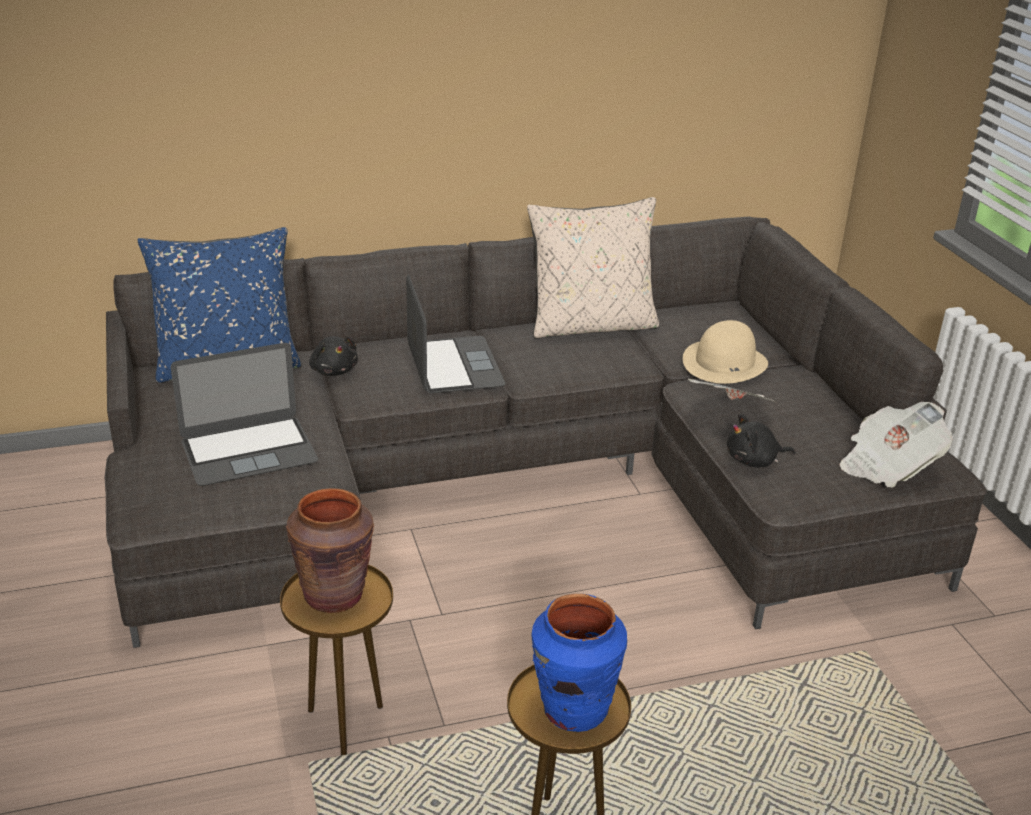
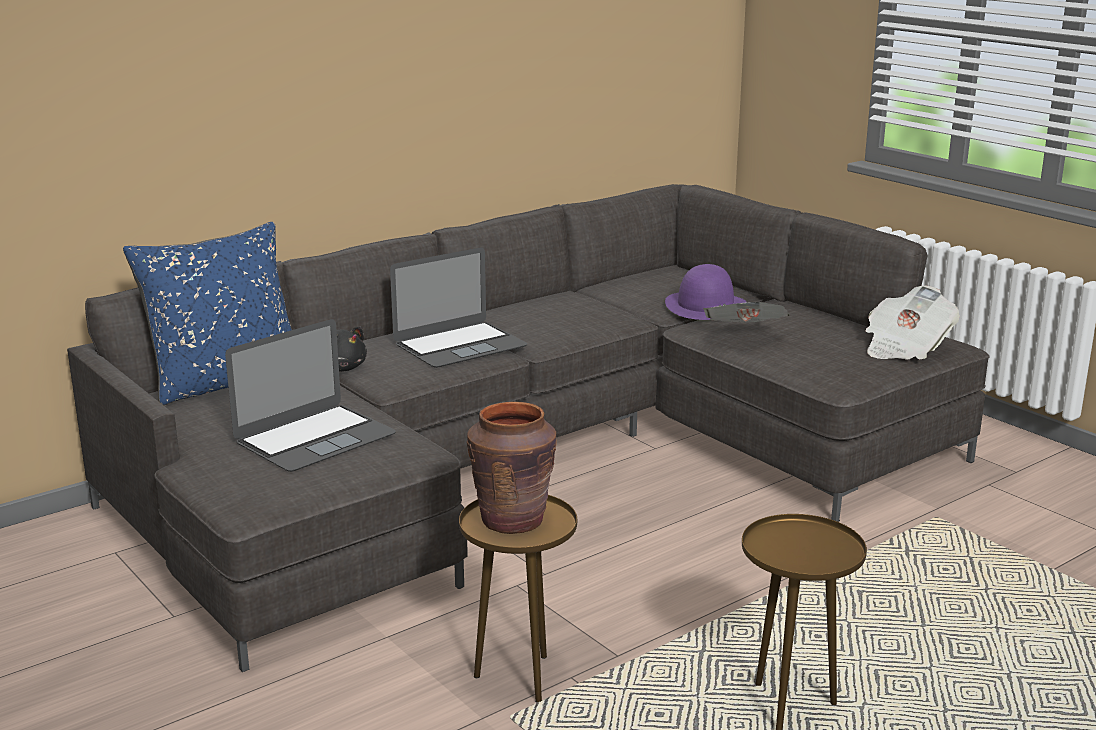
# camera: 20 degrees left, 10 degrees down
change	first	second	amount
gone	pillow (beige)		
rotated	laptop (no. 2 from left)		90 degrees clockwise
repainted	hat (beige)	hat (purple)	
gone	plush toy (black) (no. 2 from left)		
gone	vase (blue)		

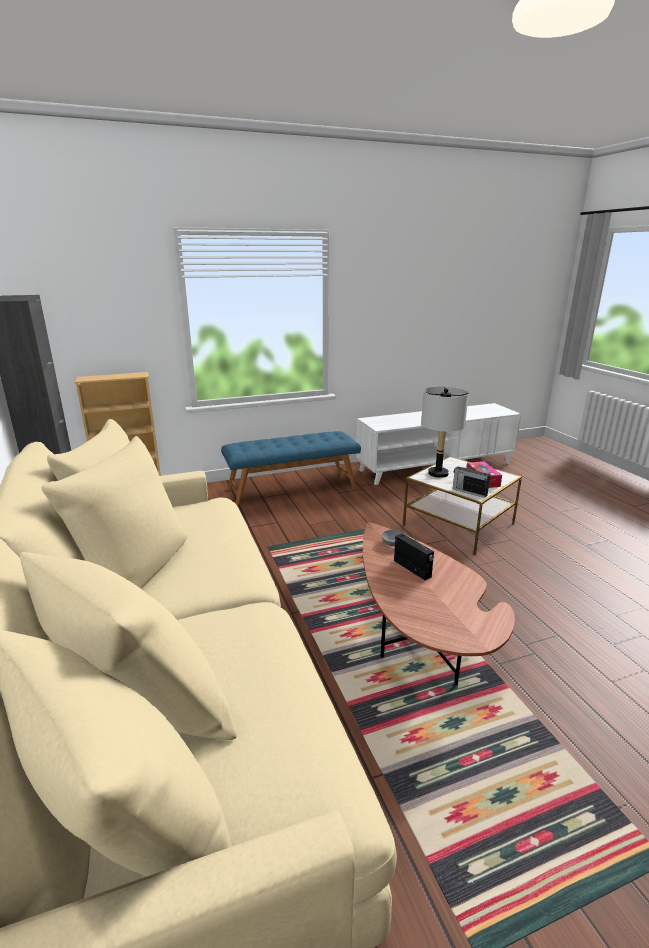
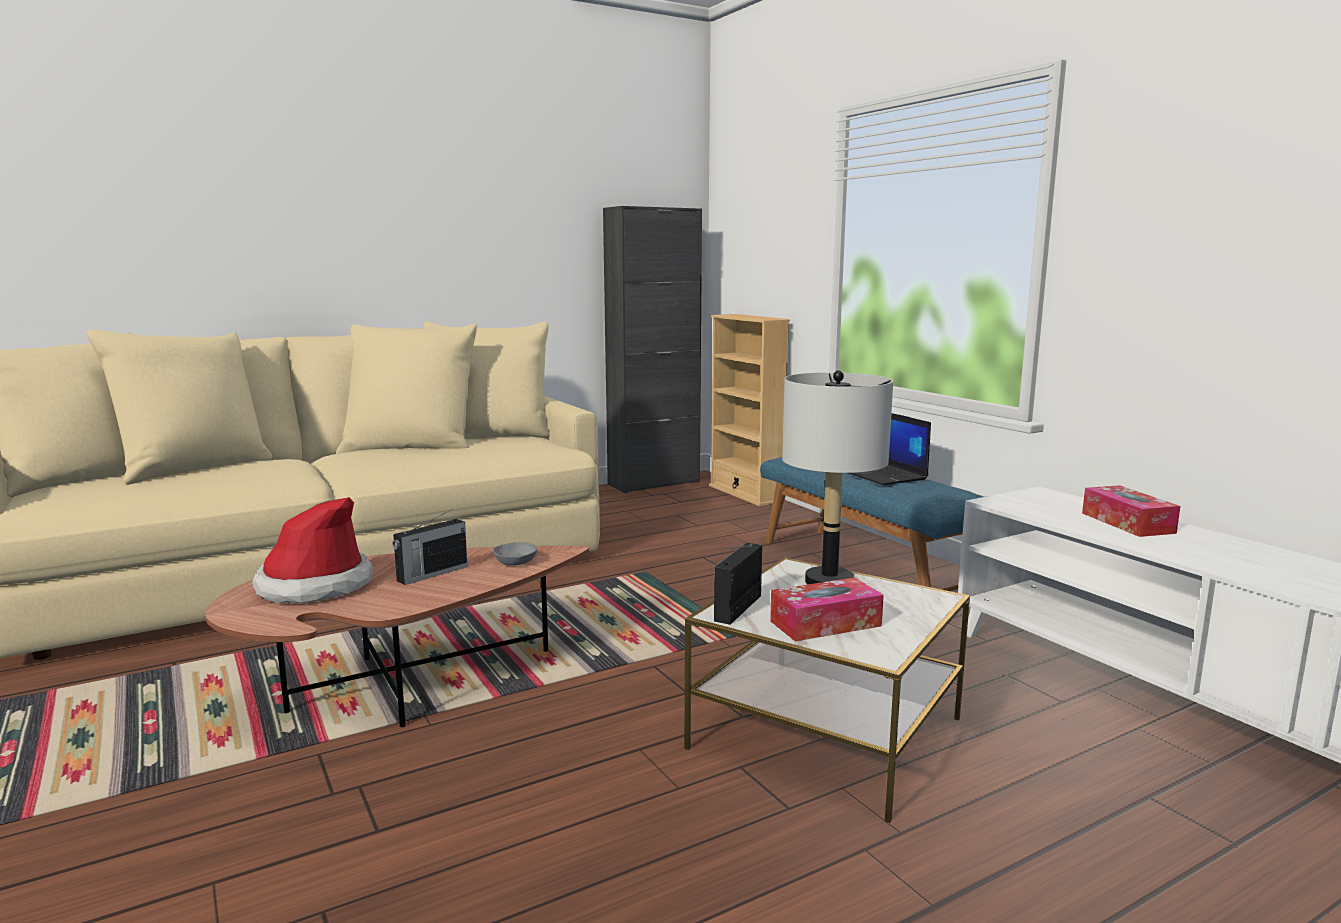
# camera: 80 degrees right, 10 degrees down
change	first	second	amount
new		laptop	
new		tissue box (no. 2 from left)	
new		hat	

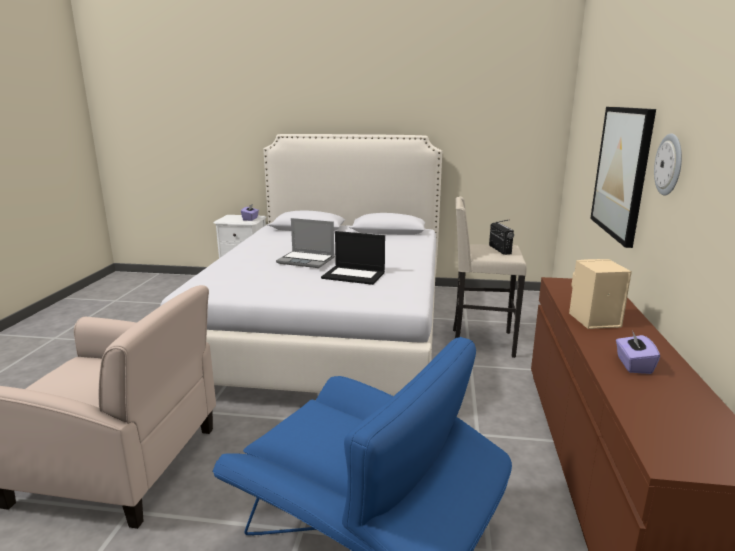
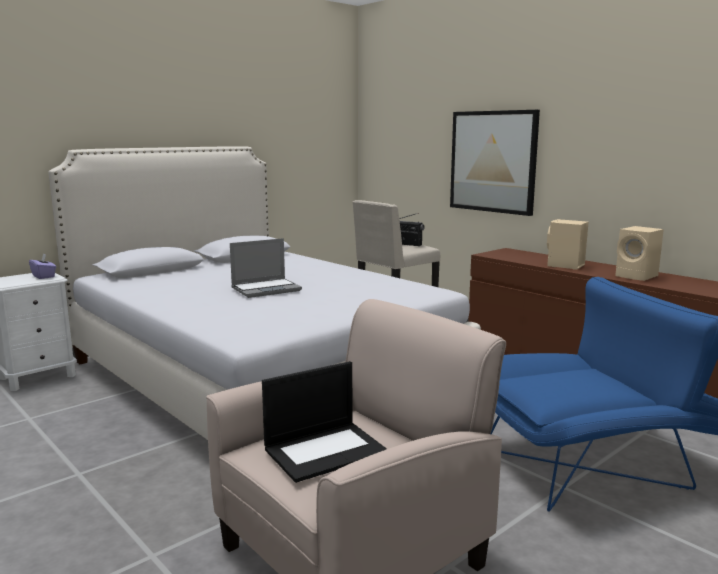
# camera: 50 degrees left, 5 degrees down
change	first	second	amount
gone	wall clock		
shifted	laptop (no. 2 from left)		
swapped	tissue box (purple) (no. 2 from left)	speaker (beige) (no. 2 from left)	

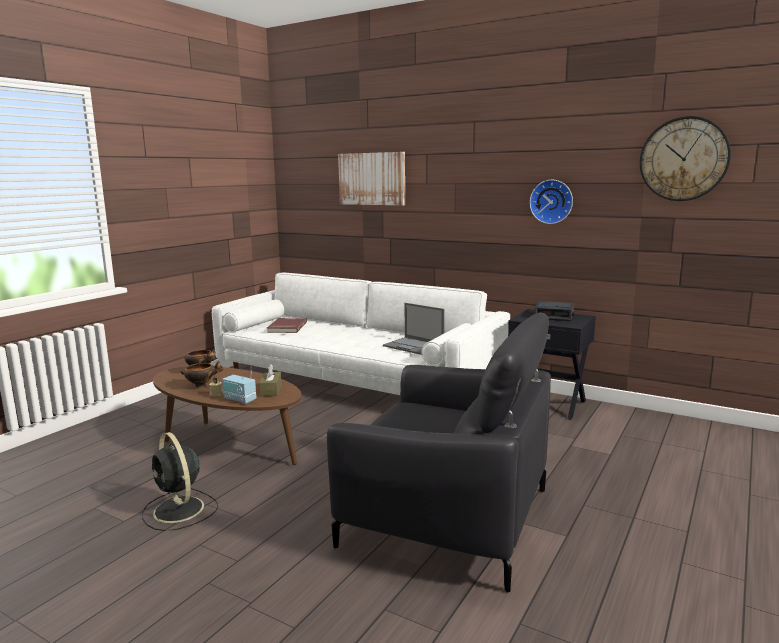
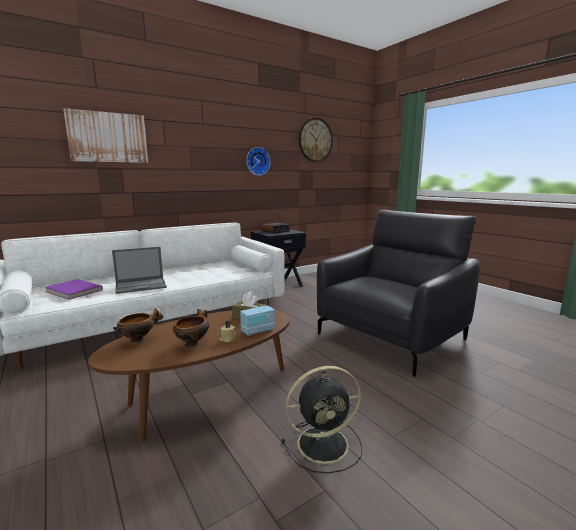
# camera: 65 degrees left, 0 degrees up
change	first	second	amount
shifted	laptop		
repainted	book (red)	book (purple)	

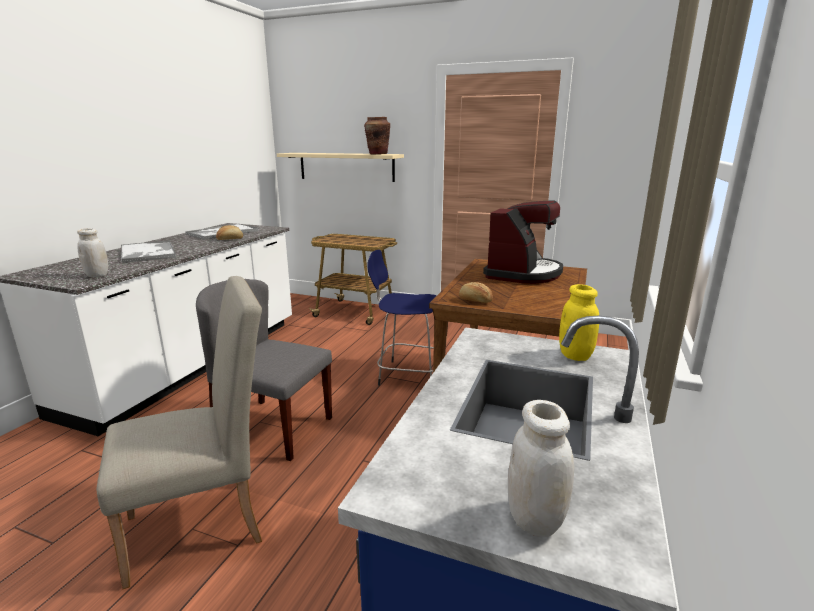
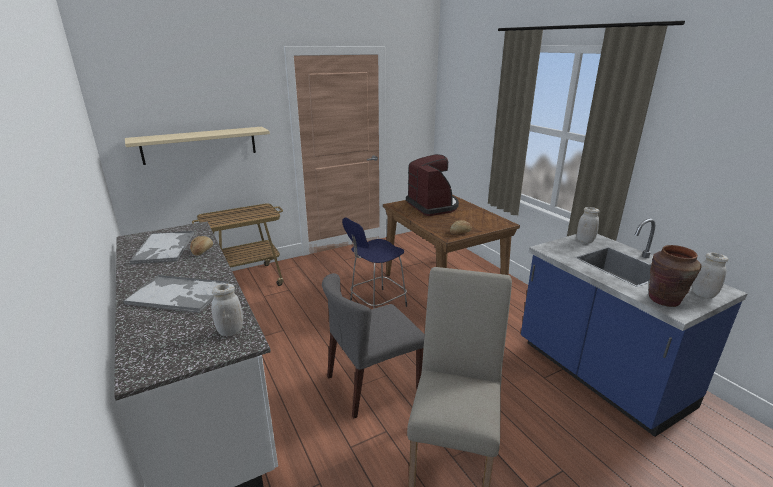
# camera: 50 degrees left, 5 degrees up
change	first	second	amount
shifted	vase (brown)		
repainted	jar (yellow)	jar (white) (no. 2 from left)	

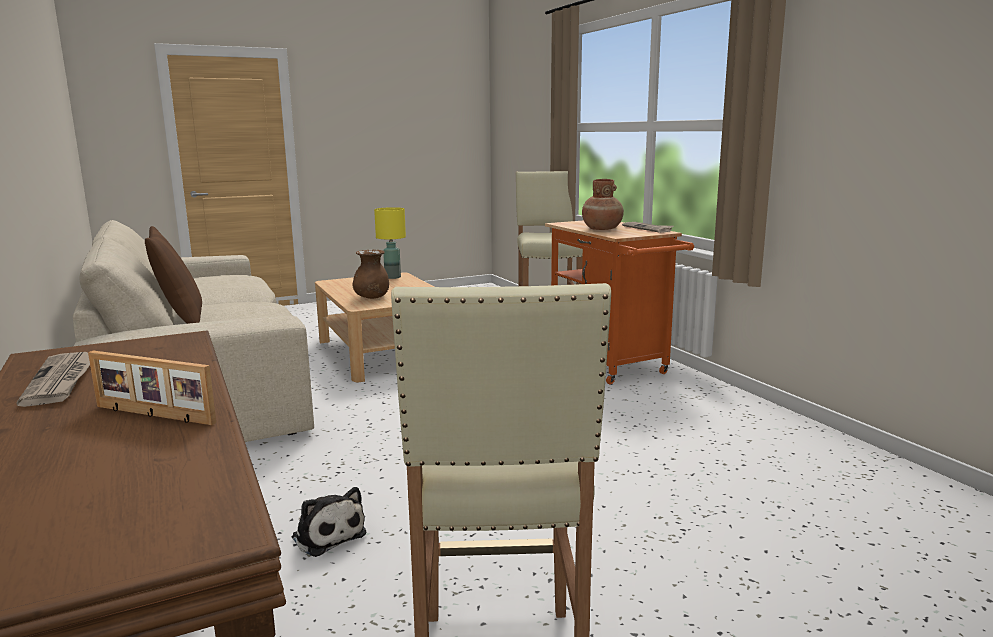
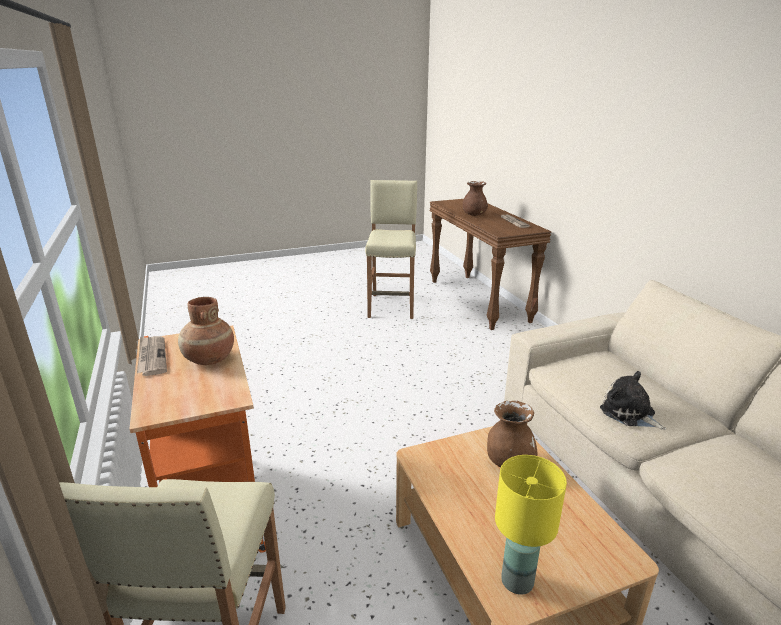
# camera: 175 degrees left, 10 degrees up
change	first	second	amount
gone	pillow (brown)		
swapped	picture frame	vase (brown) (no. 2 from left)	
shifted	plush toy		

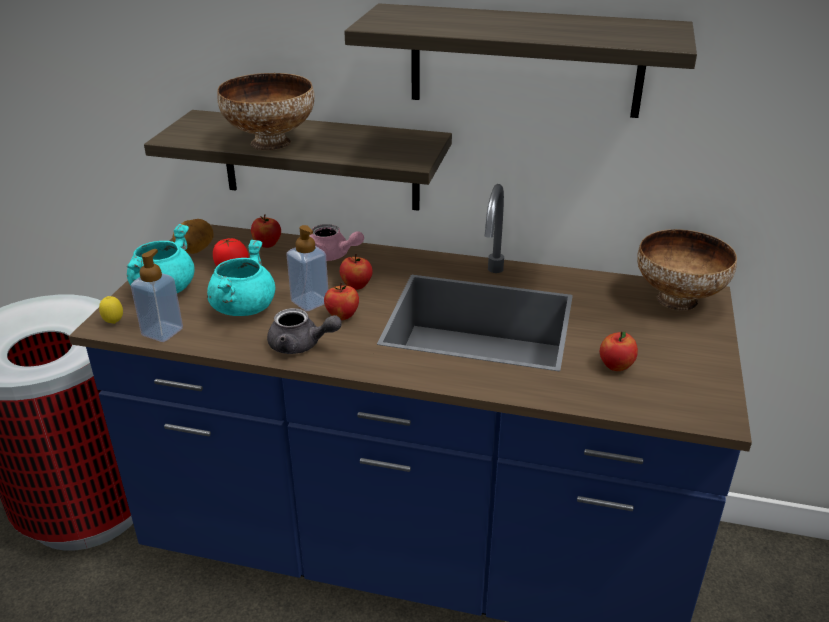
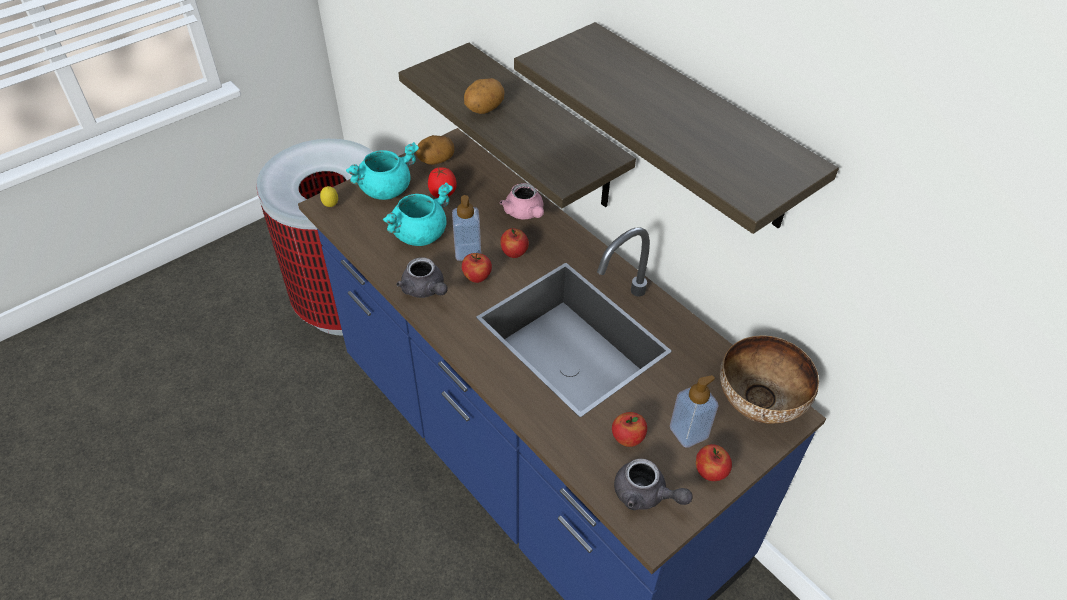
# camera: 35 degrees right, 15 degrees up
change	first	second	amount
swapped	bowl (no. 1 from left)	potato (no. 2 from left)	
shifted	apple (no. 1 from left in the first image)	apple (no. 4 from left)	
shifted	soap dispenser (no. 1 from left in the first image)	soap dispenser (no. 2 from left)	
new		teapot (grey) (no. 2 from left)	

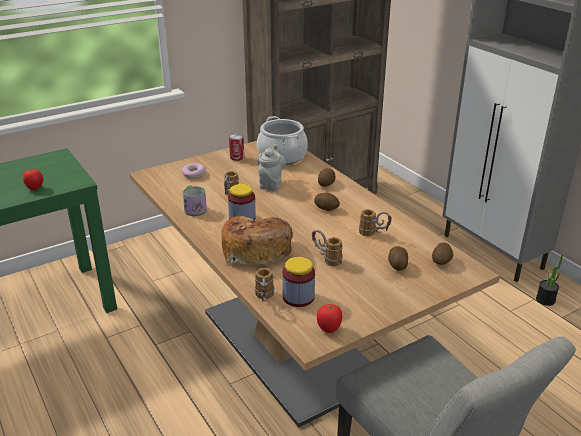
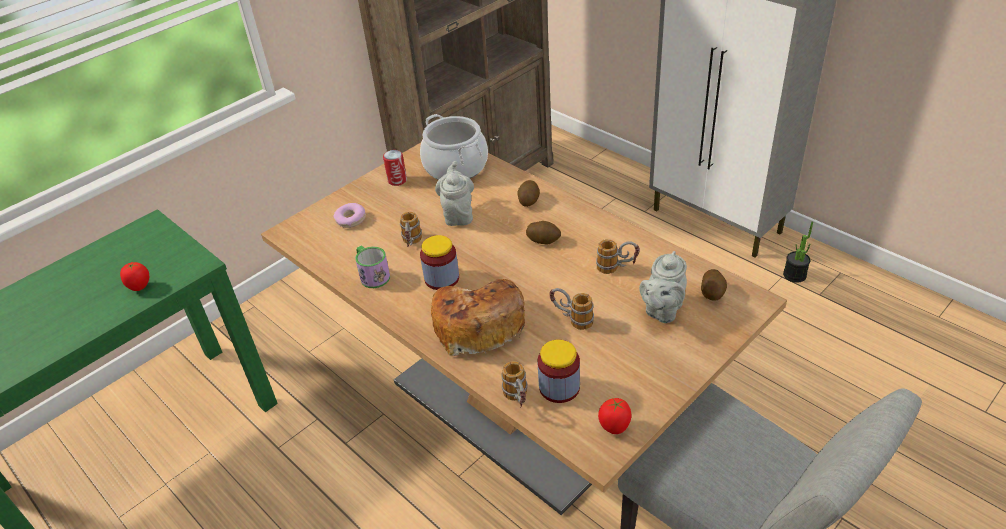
# camera: 10 degrees left, 10 degrees up
change	first	second	amount
swapped	potato (no. 3 from left)	teapot (grey) (no. 2 from left)	

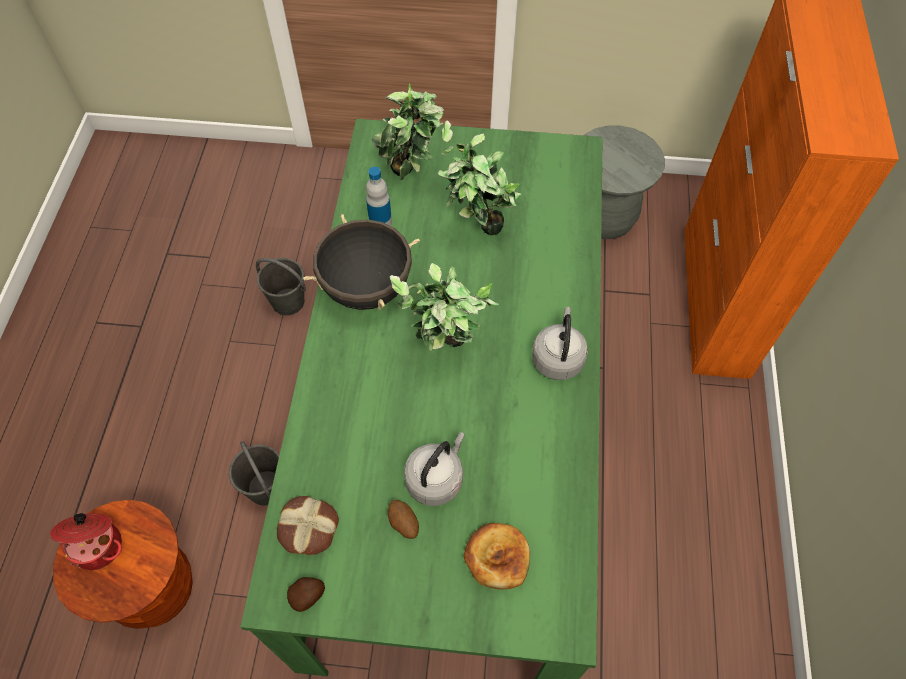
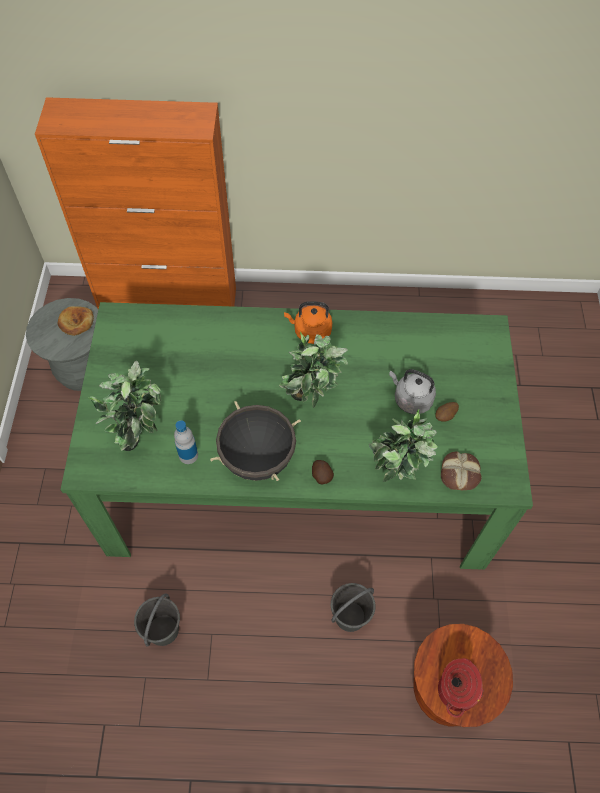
# camera: 95 degrees left, 0 degrees up
change	first	second	amount
shifted	potted plant (no. 3 from left)		
repainted	kettle (grey) (no. 2 from left)	kettle (orange)	
shifted	bread (no. 2 from left in the first image)	bread (no. 1 from left)	
shifted	potato (no. 1 from left)		

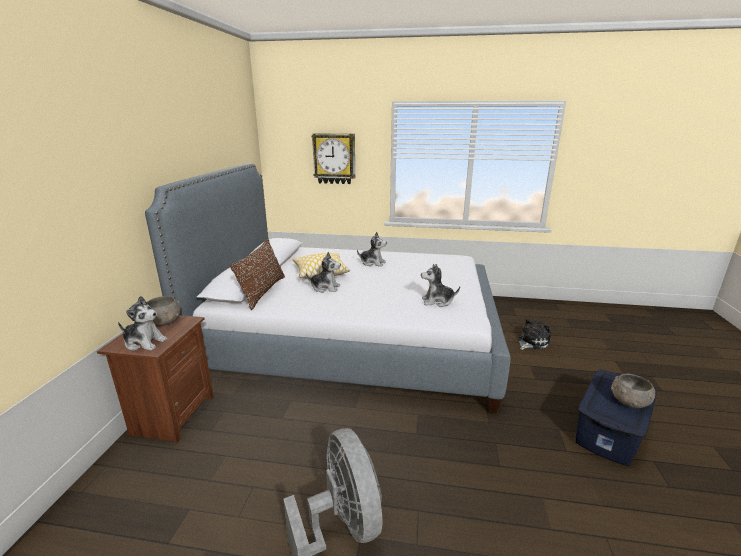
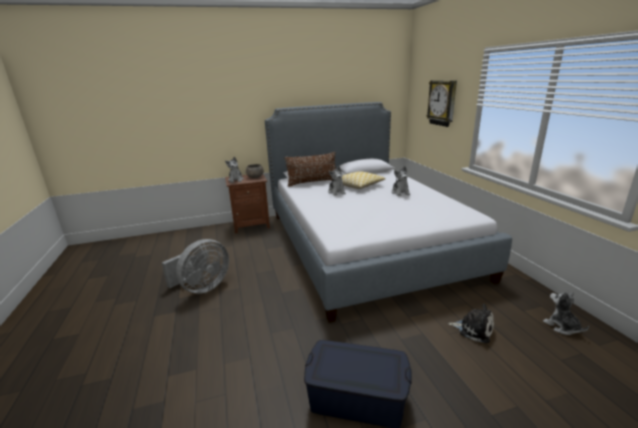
# camera: 65 degrees right, 0 degrees up
change	first	second	amount
shifted	plush toy (no. 4 from left in the first image)	plush toy (no. 5 from left)	
gone	bowl (grey) (no. 2 from left)		

